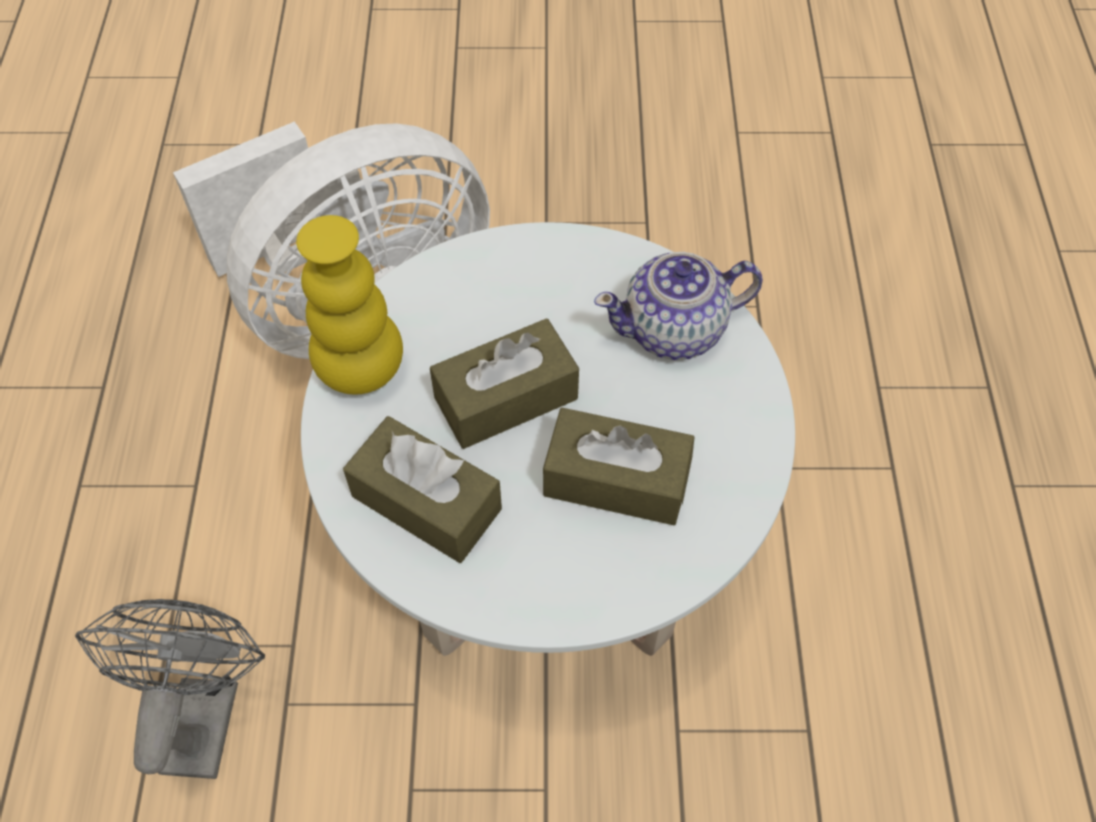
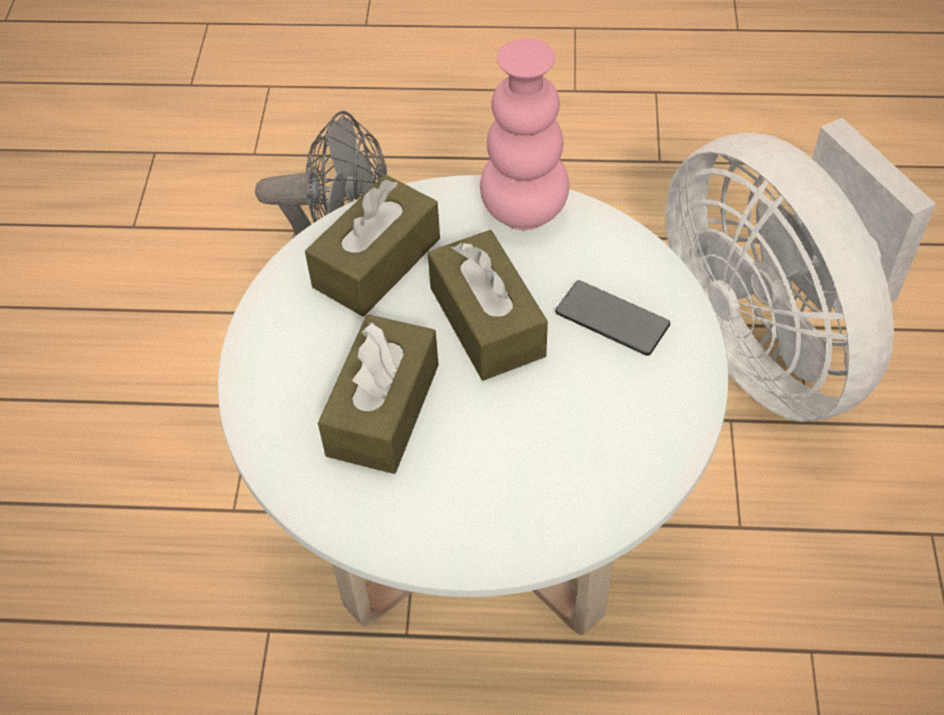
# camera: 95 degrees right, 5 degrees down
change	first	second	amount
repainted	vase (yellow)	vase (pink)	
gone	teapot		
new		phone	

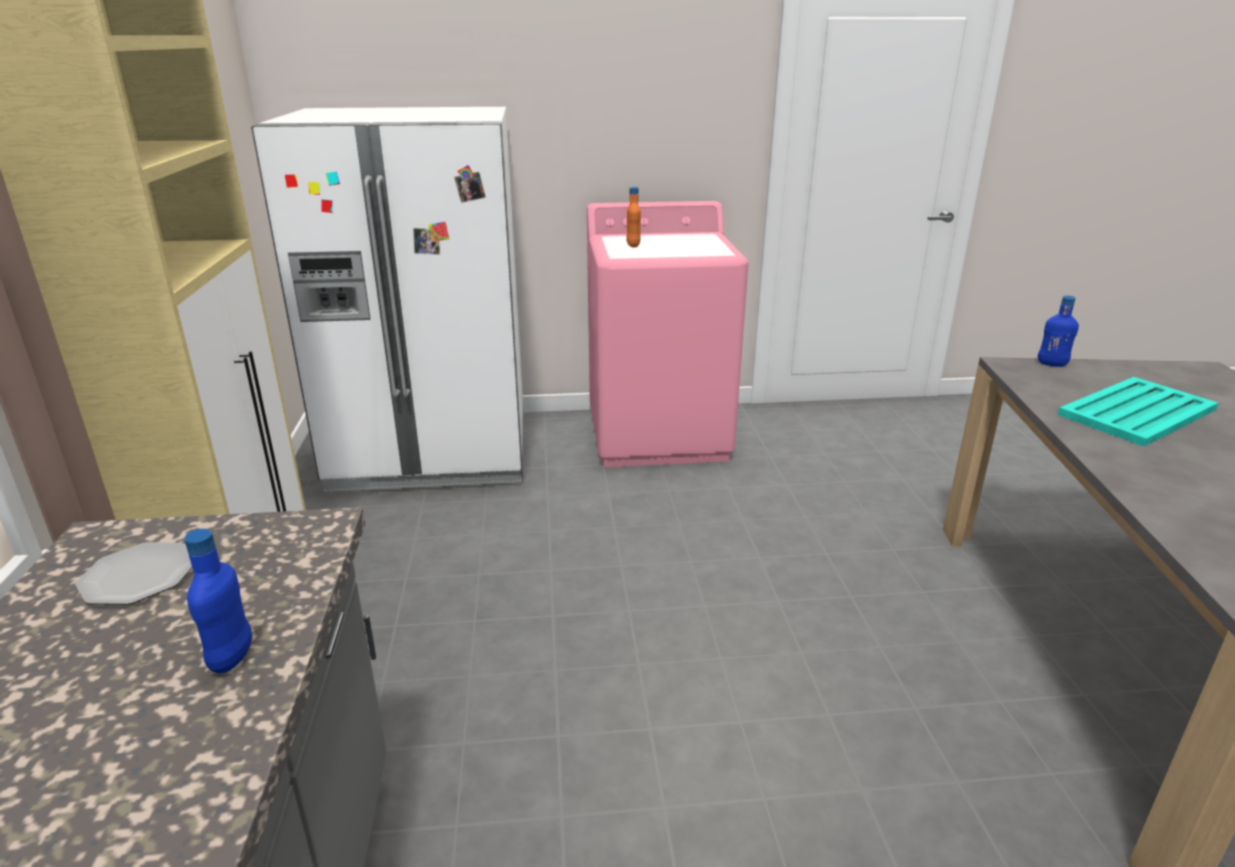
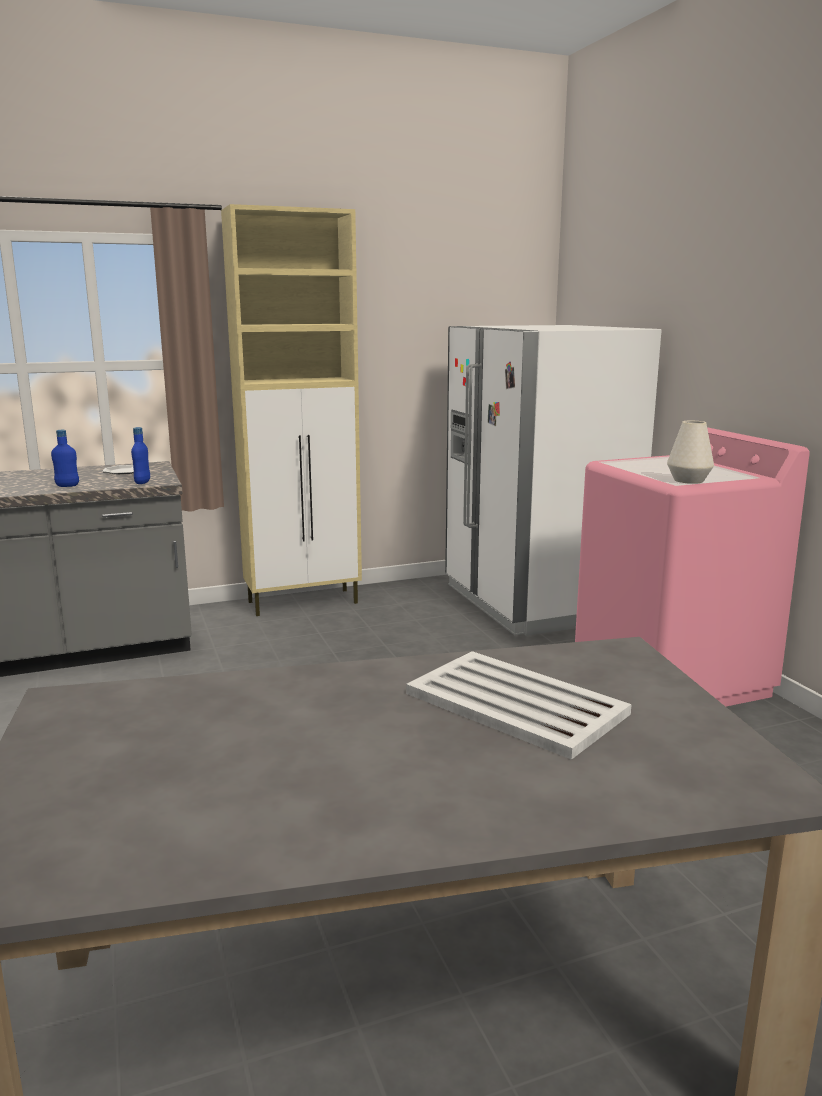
# camera: 75 degrees right, 10 degrees down
change	first	second	amount
gone	bottle (orange)		
shifted	bottle (blue) (no. 2 from left)		
repainted	tray (turquoise)	tray (white)	
new		vase (white)	

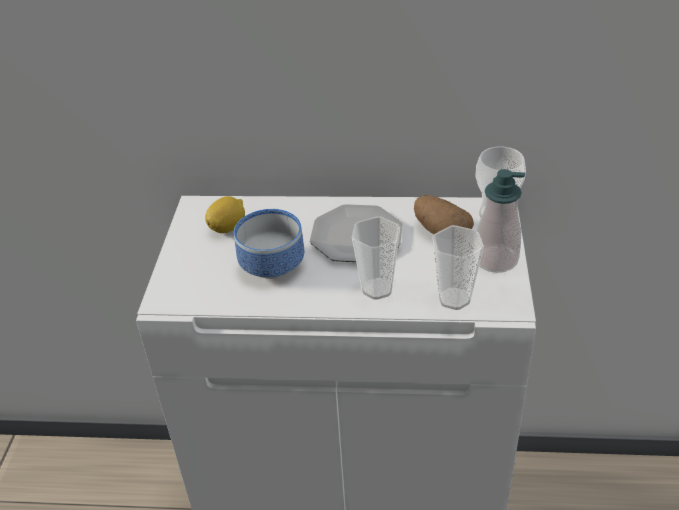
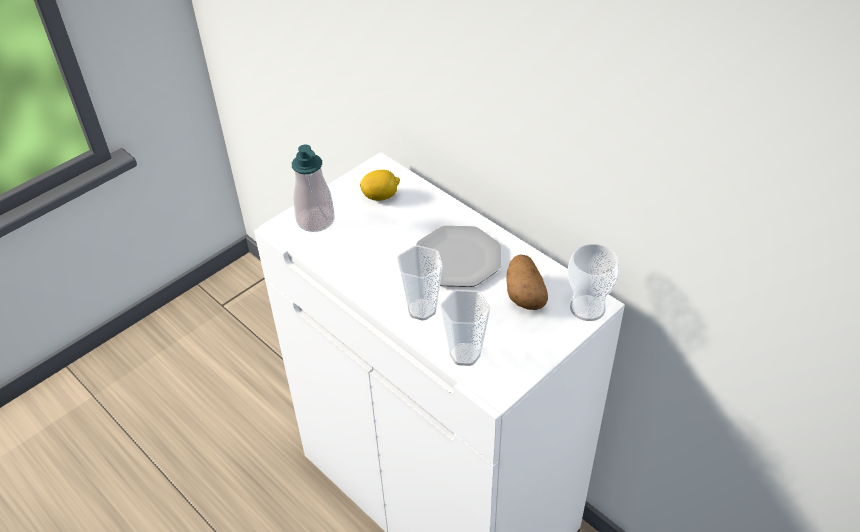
# camera: 40 degrees right, 5 degrees up
change	first	second	amount
shifted	soap dispenser		
gone	bowl		

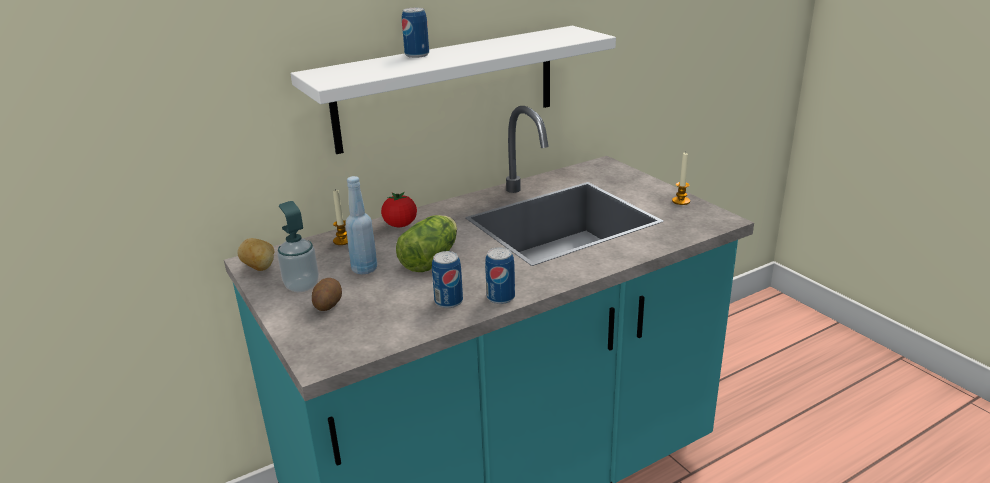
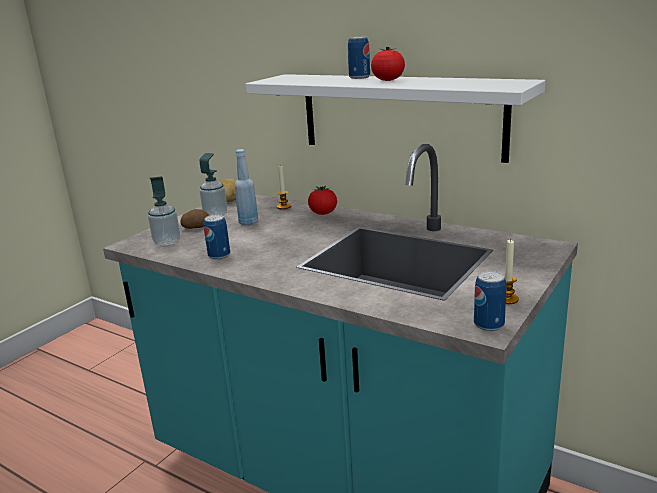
# camera: 65 degrees right, 5 degrees down
change	first	second	amount
gone	lettuce		
shifted	can (no. 3 from left)		
new		tomato (no. 2 from left)	
new		soap dispenser (no. 1 from left)	

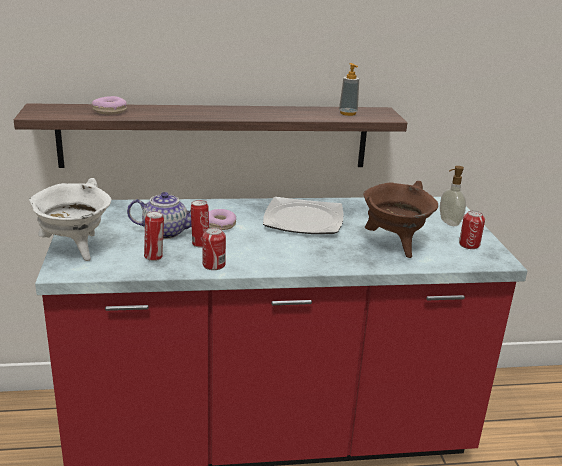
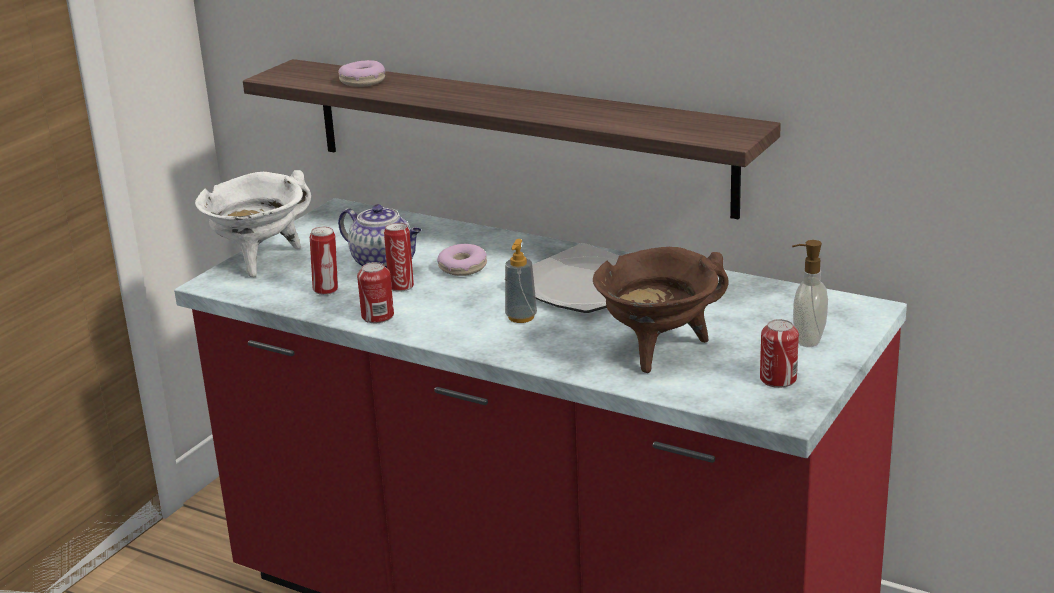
# camera: 40 degrees right, 0 degrees up
change	first	second	amount
shifted	soap dispenser (no. 1 from left)		

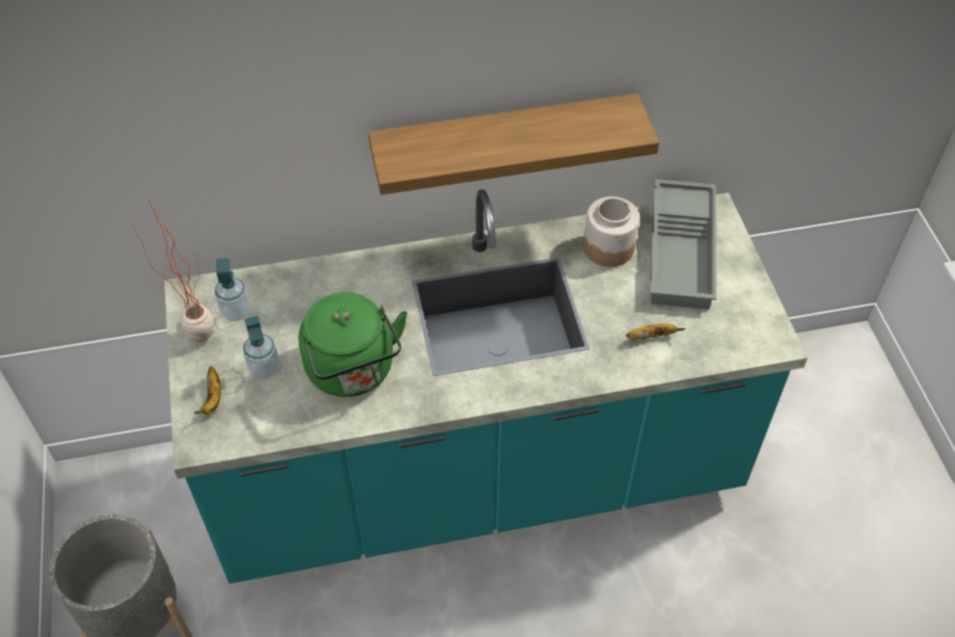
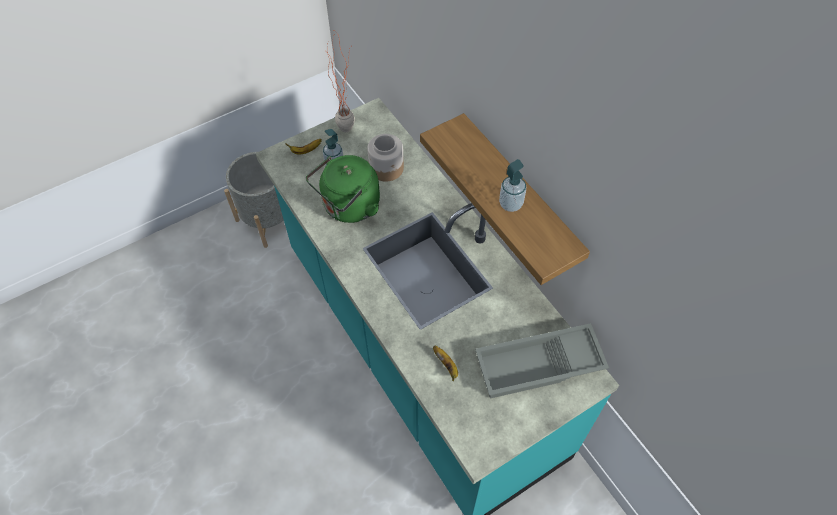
# camera: 70 degrees right, 5 degrees up
change	first	second	amount
shifted	jar		
shifted	soap dispenser (no. 1 from left in the first image)	soap dispenser (no. 2 from left)	

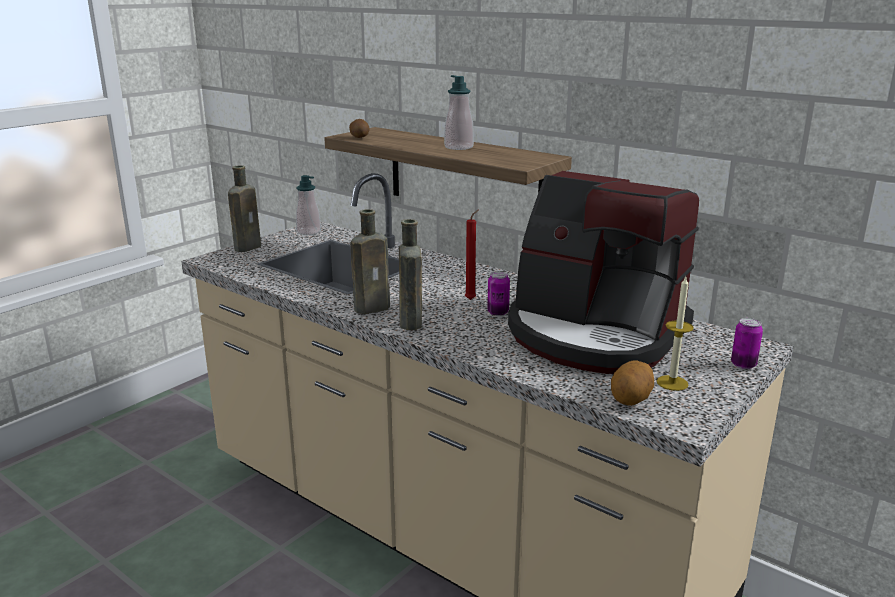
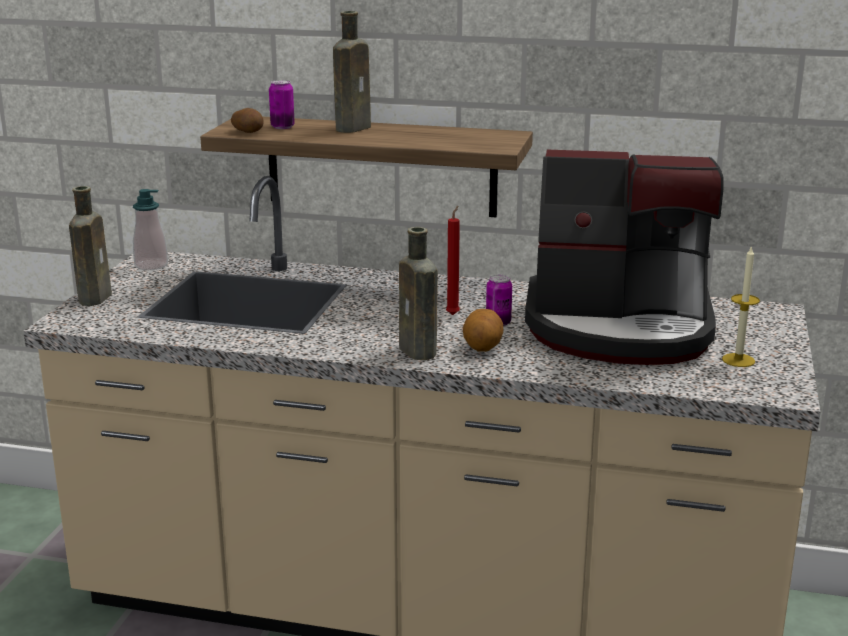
# camera: 25 degrees left, 0 degrees up
change	first	second	amount
gone	soap dispenser (no. 2 from left)		
shifted	bottle (brown) (no. 2 from left)		
shifted	can (no. 2 from left in the first image)	can (no. 1 from left)	
shifted	potato (no. 2 from left)		

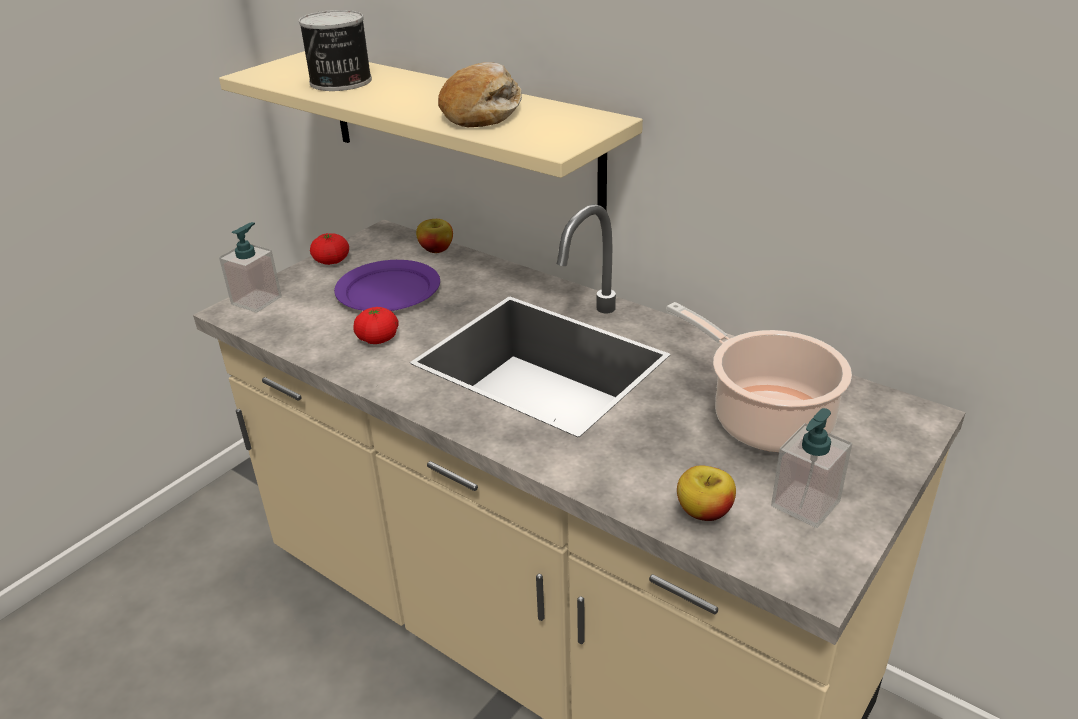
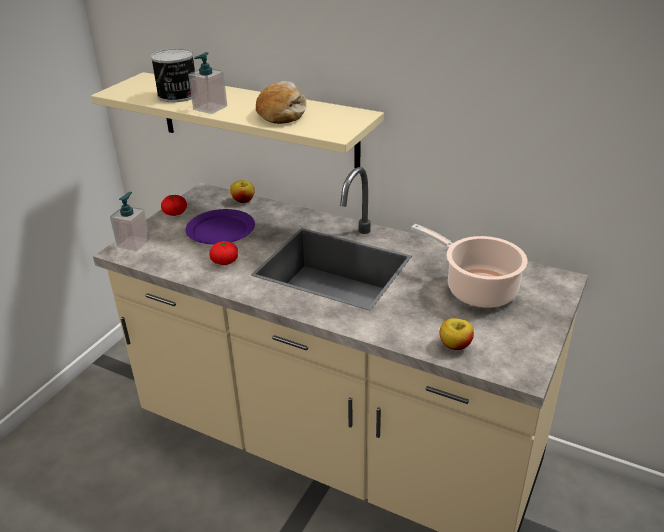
# camera: 10 degrees left, 0 degrees up
change	first	second	amount
shifted	soap dispenser (no. 2 from left)		

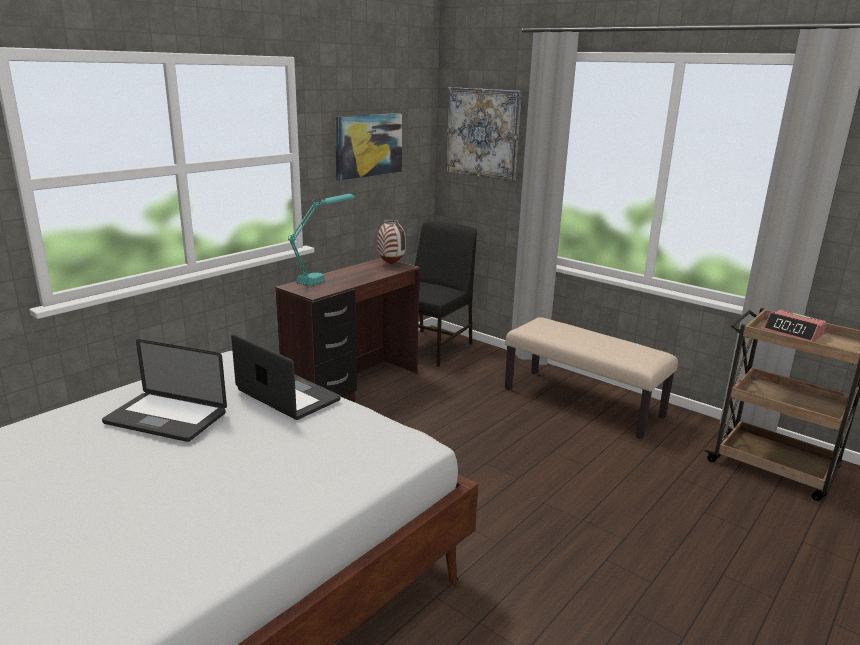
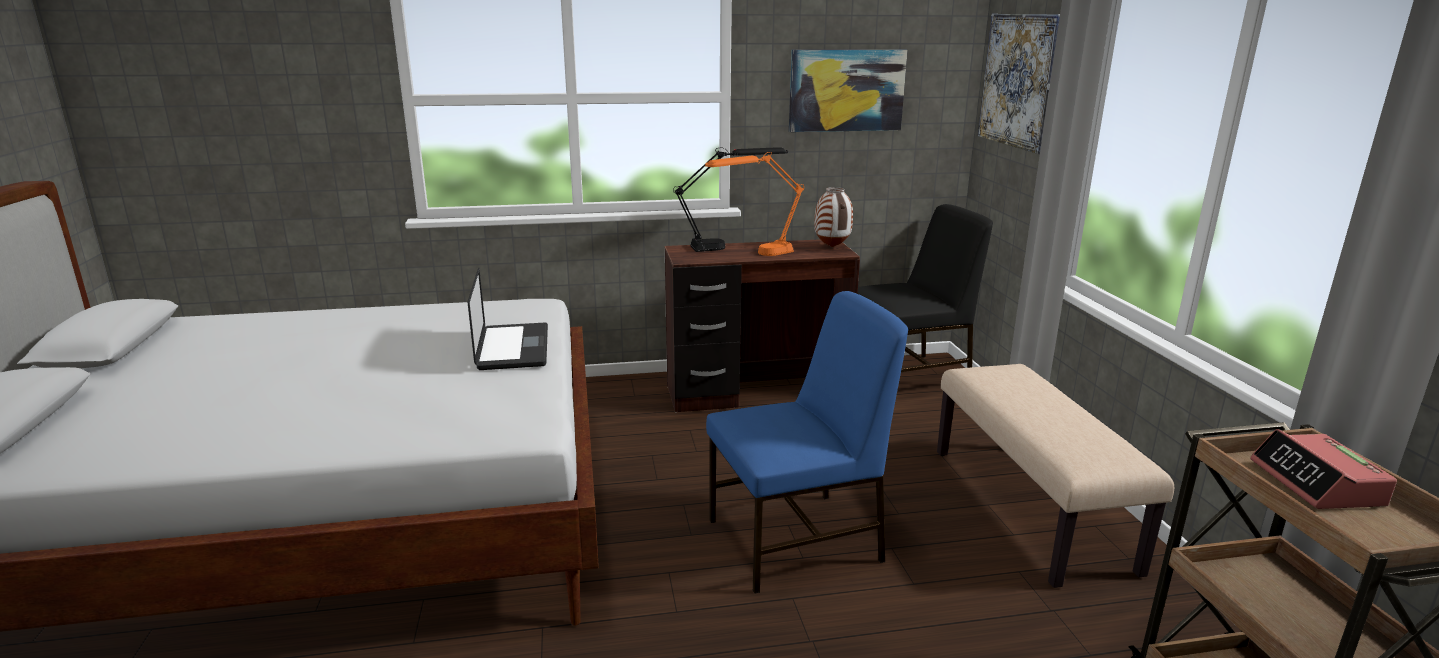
# camera: 40 degrees right, 0 degrees up
change	first	second	amount
repainted	table lamp (turquoise)	table lamp (black)	
gone	laptop (no. 1 from left)		
new		table lamp (orange)	
new		chair (blue)	

